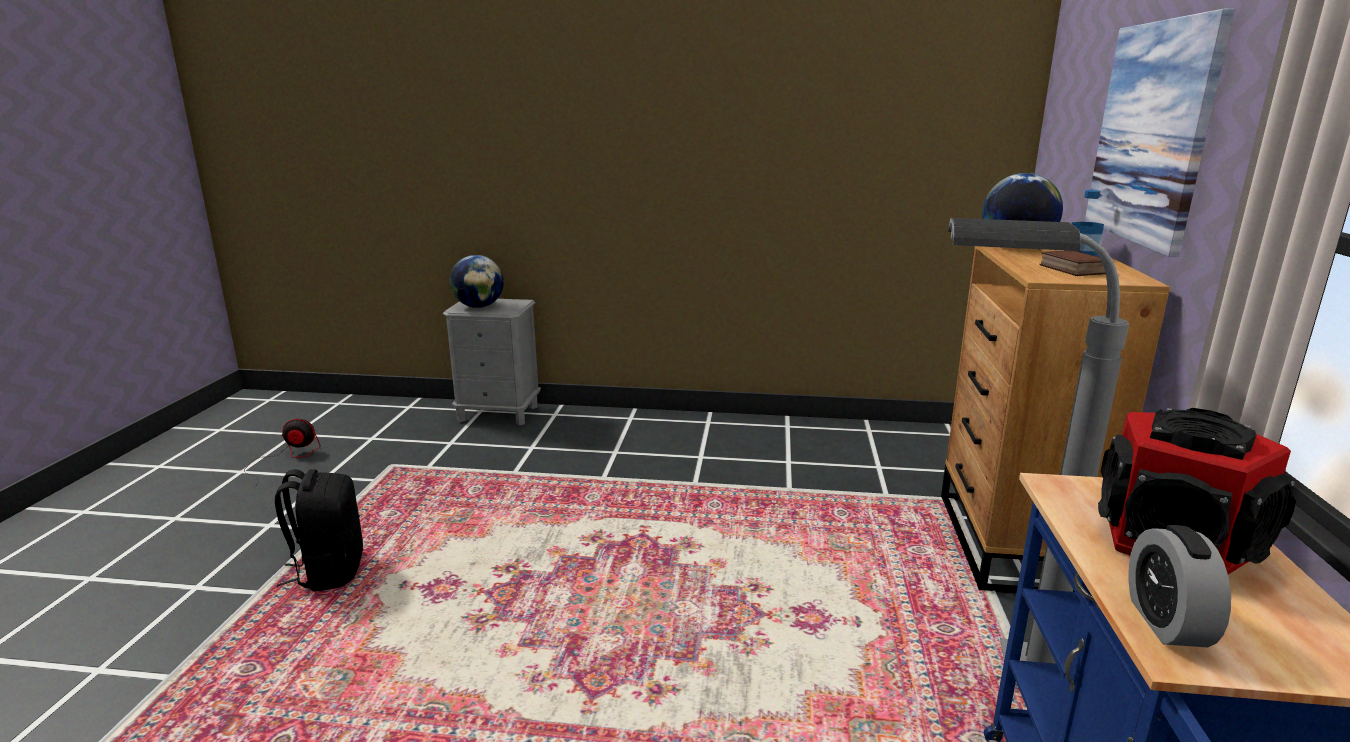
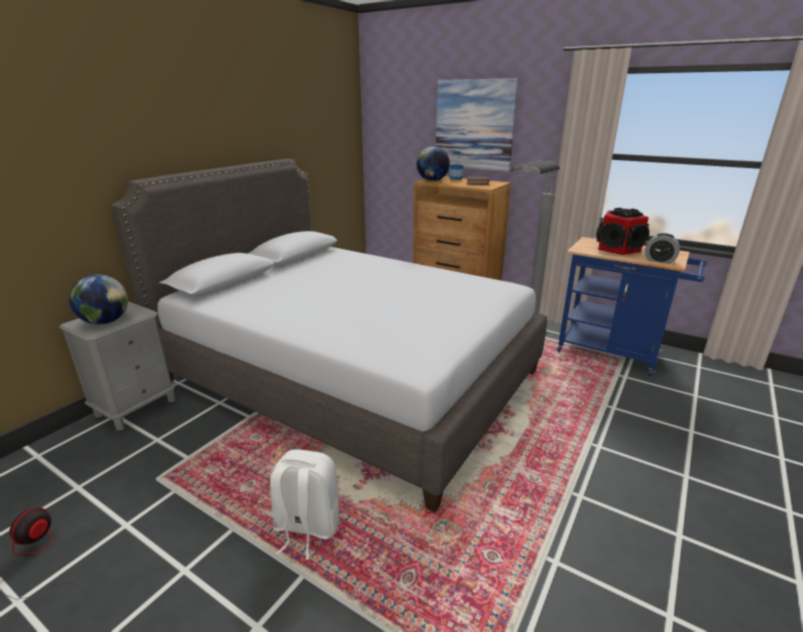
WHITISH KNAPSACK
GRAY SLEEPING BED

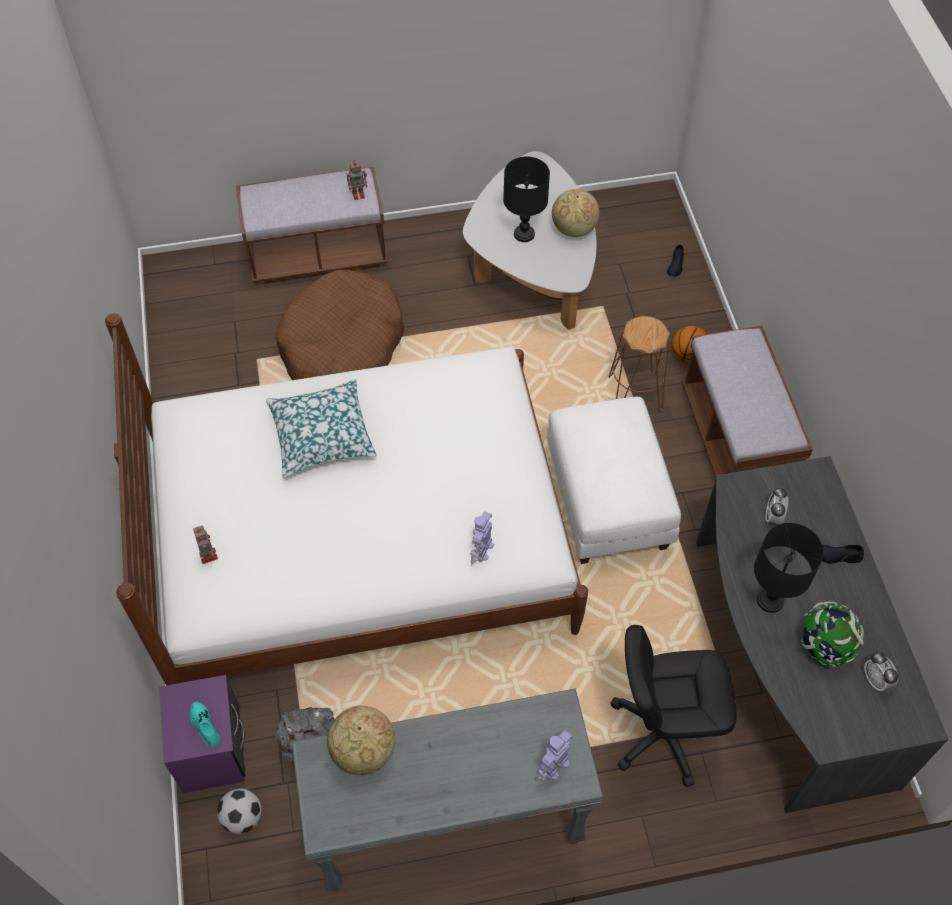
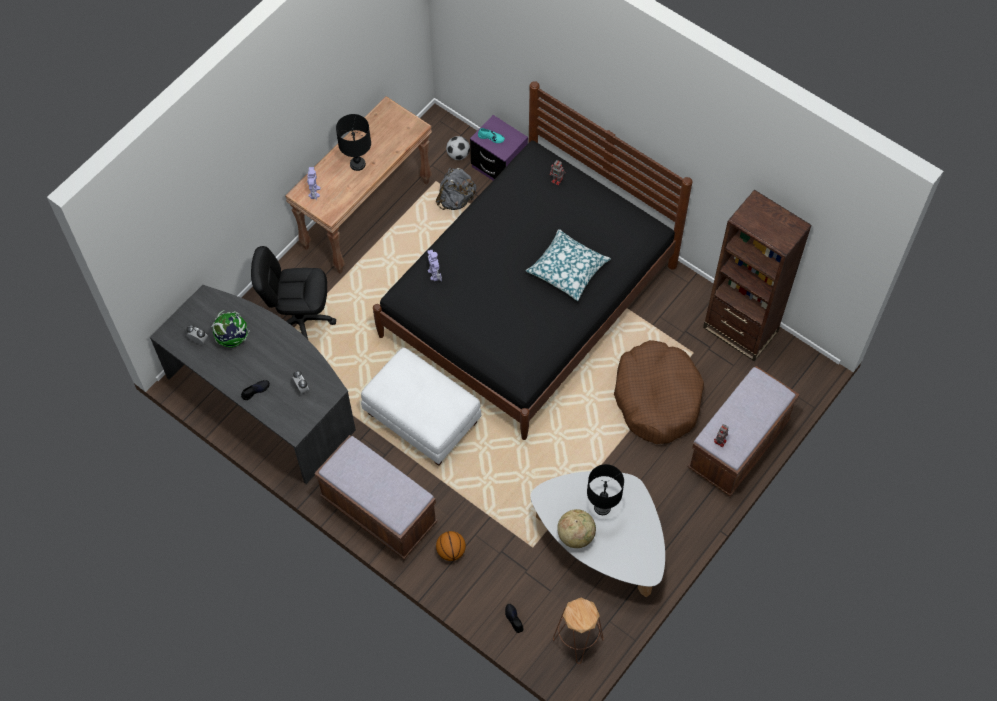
BLACK SLEEPING BED
BROWNISH NARROW TABLE
WORLD GLOBE (no. 1 from left in the first image)
BROWNISH STOOL SEAT
BLACK DESK CHAIR
BLACK TABLE LAMP (no. 1 from left)
BROWNISH BOOKSHELF

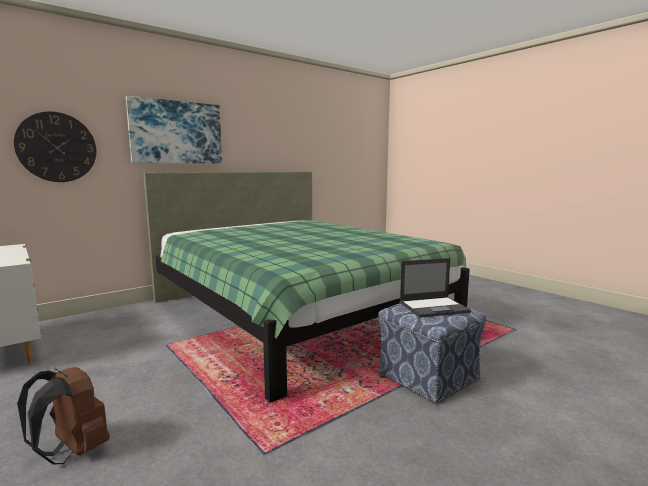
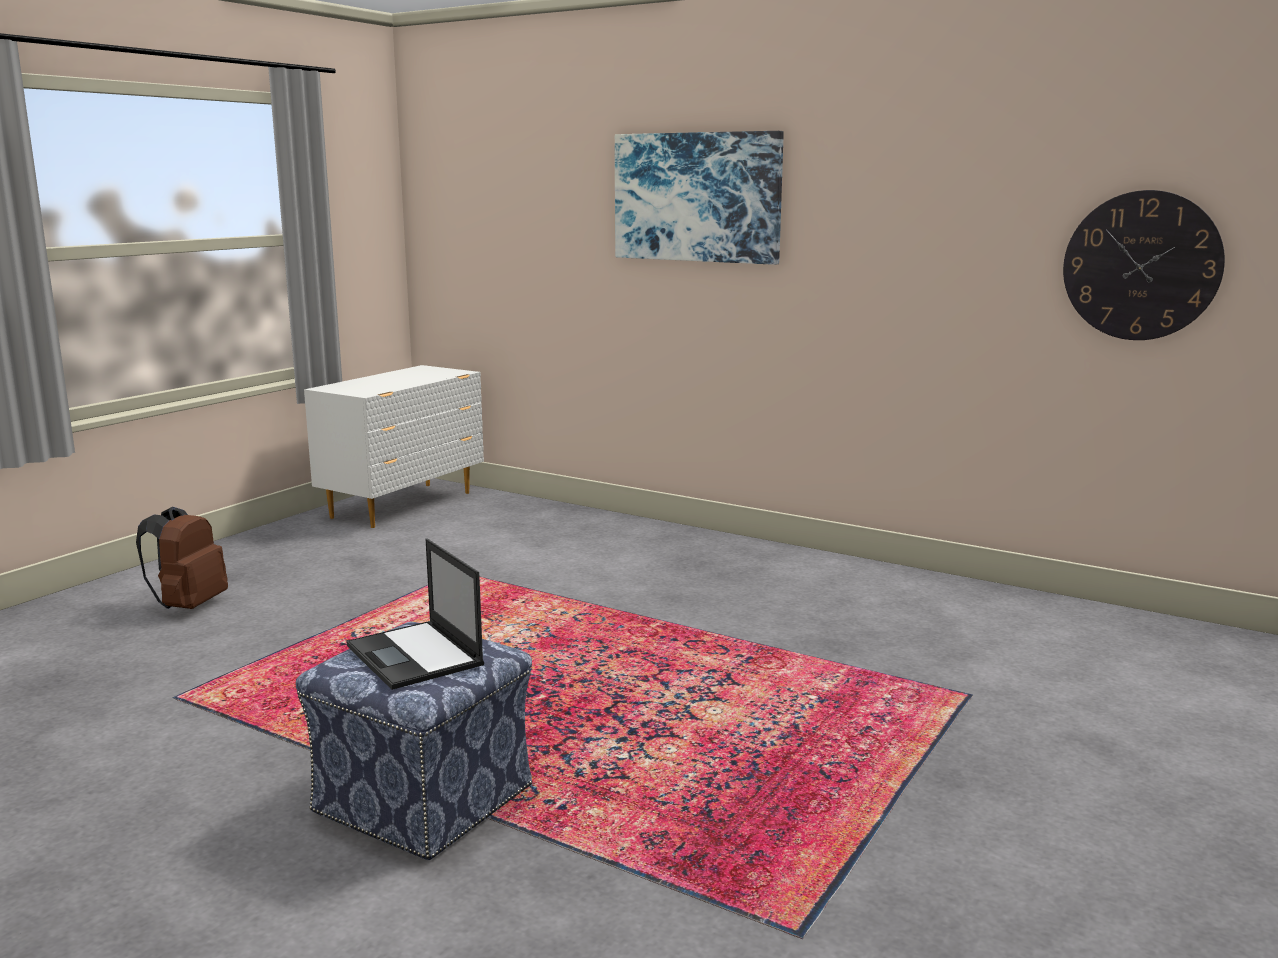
CLOCK ON THE WALL
GREEN SLEEPING BED

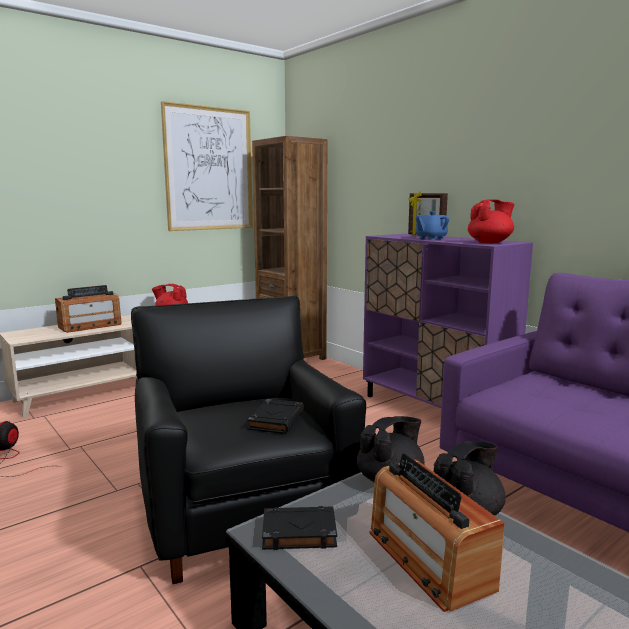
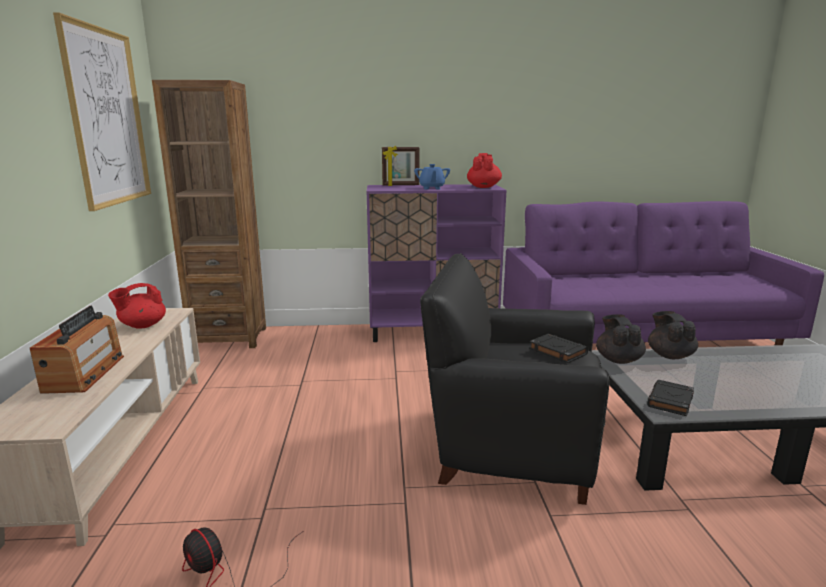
RADIO RECEIVER (no. 2 from left in the first image)

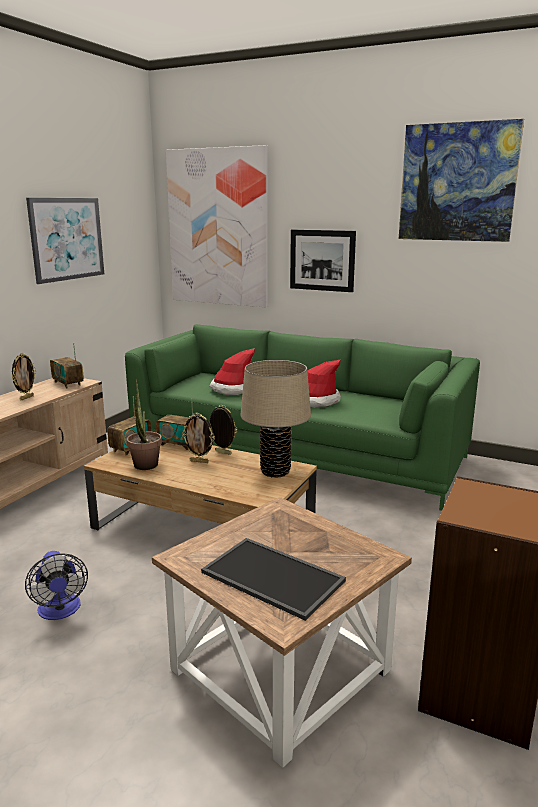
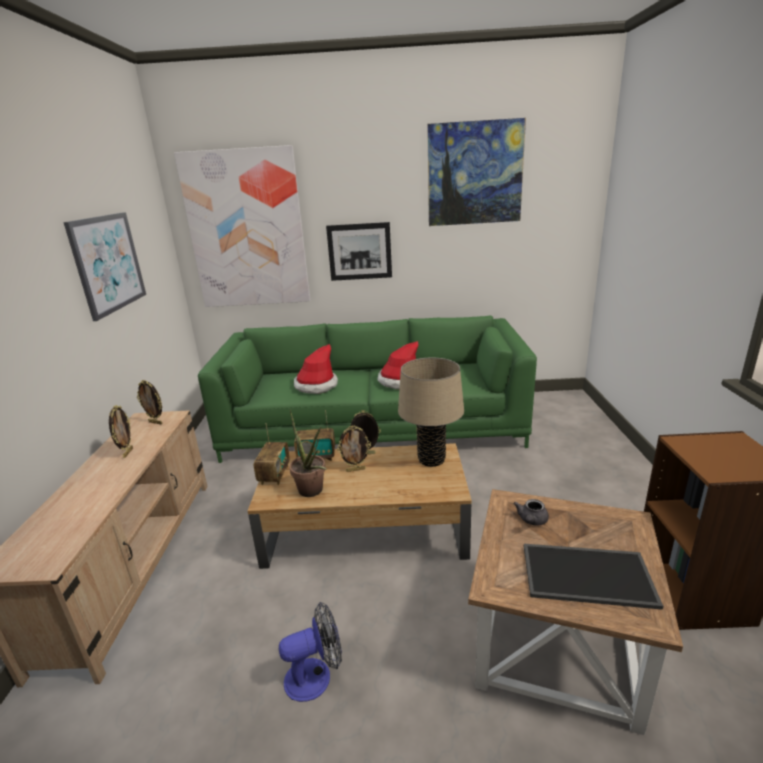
ELECTRIC FAN
STANDING FRAME (no. 2 from left)
GRAY TEA POT

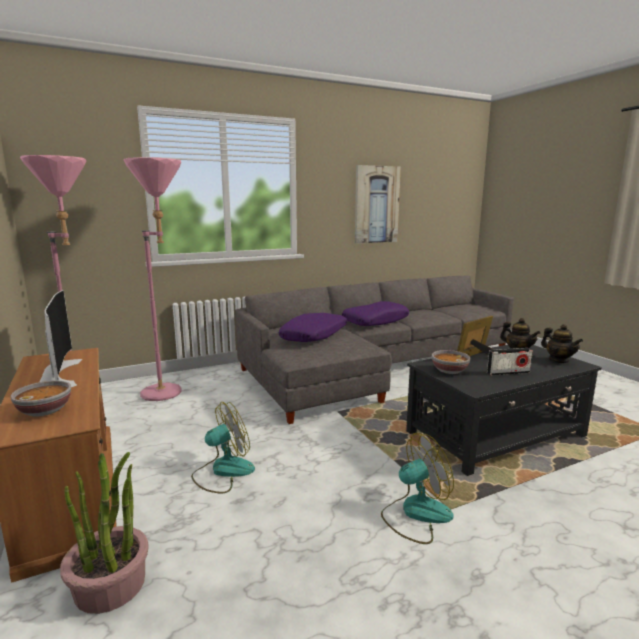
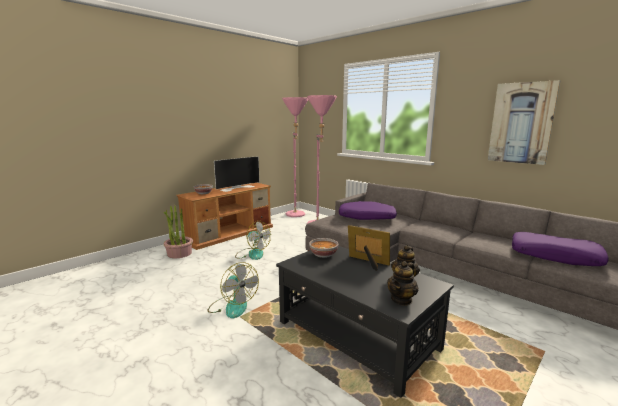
PURPLE-COLOURED PILLOW (no. 2 from left)
RADIO RECEIVER

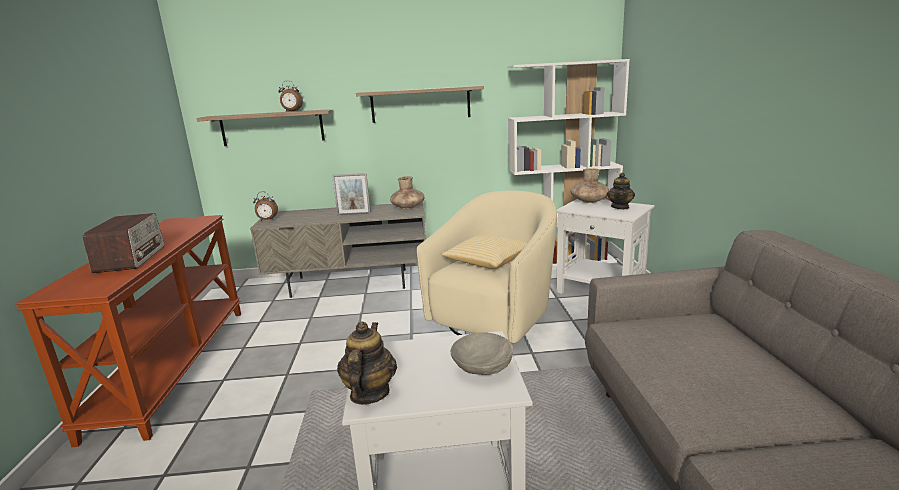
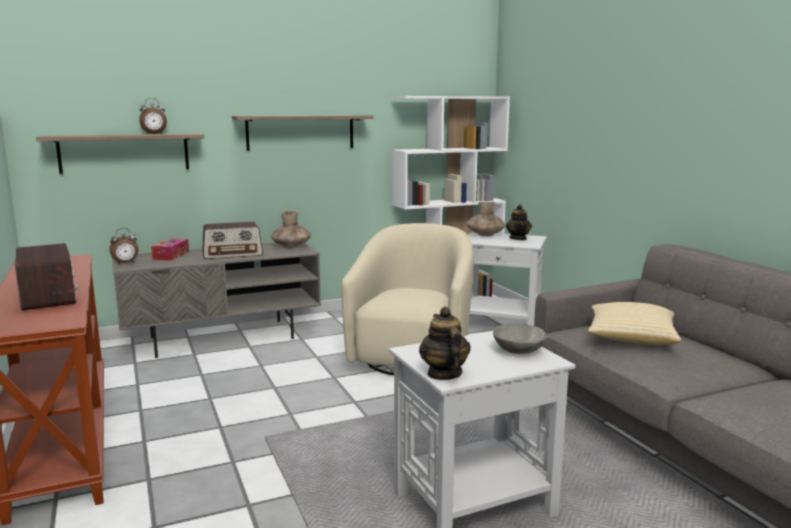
RADIO RECEIVER (no. 2 from left)
PILLOW
TISSUE BOX

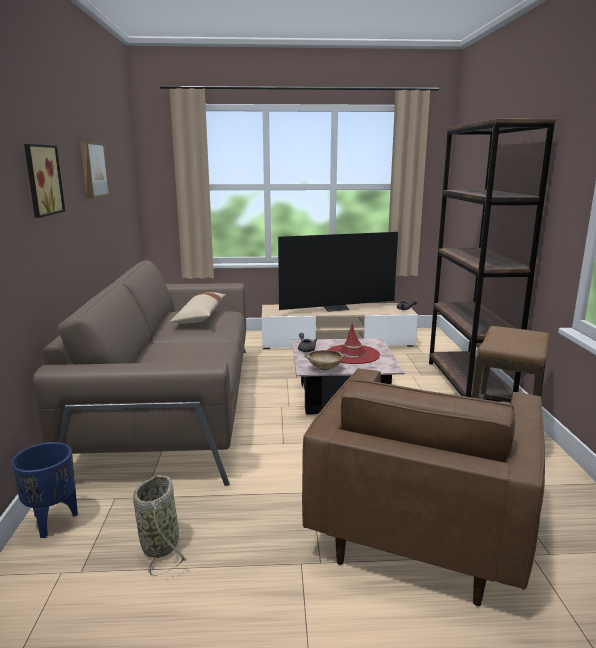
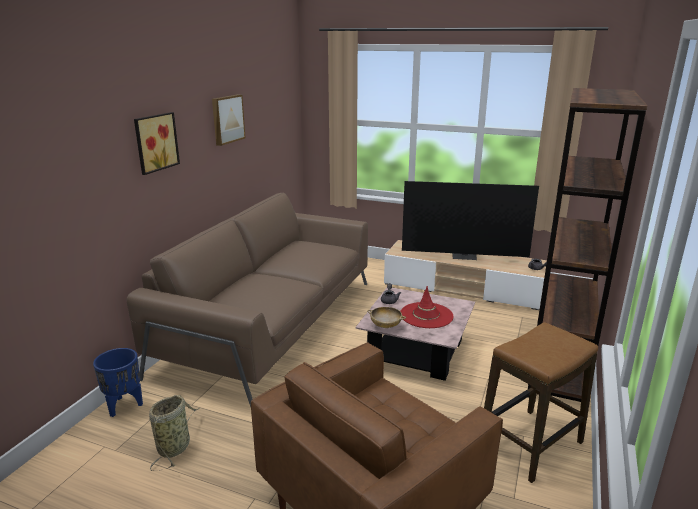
BEIGE PILLOW

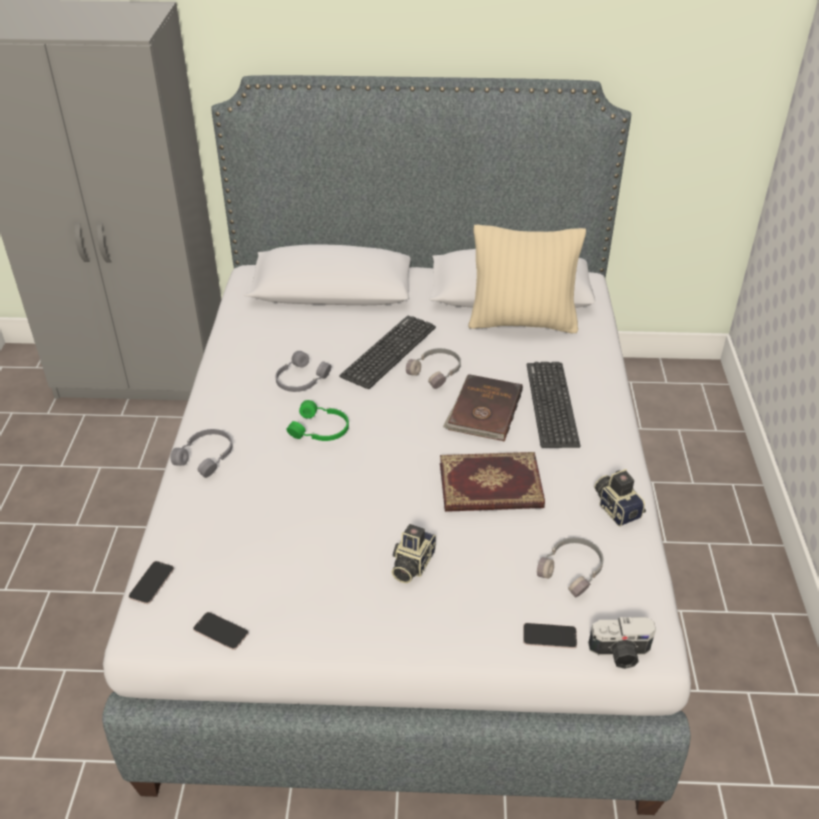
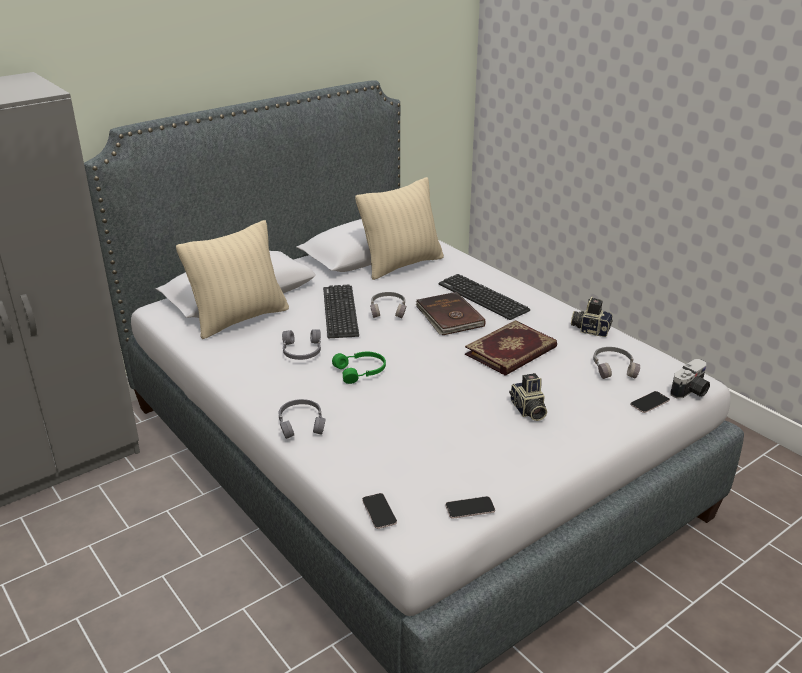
BEIGE PILLOW (no. 1 from left)

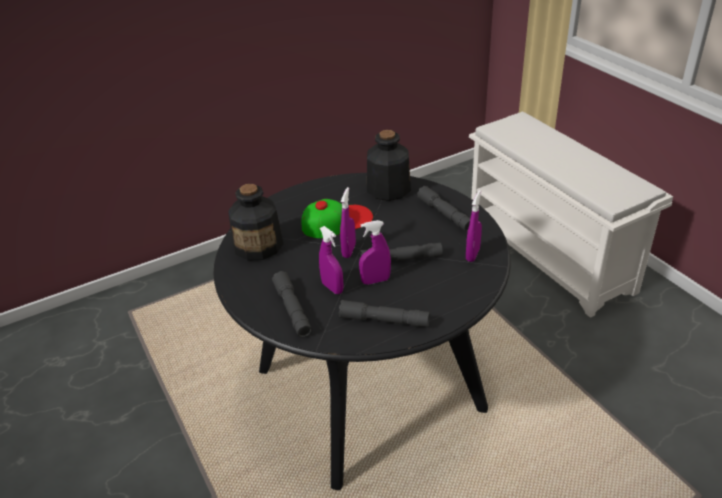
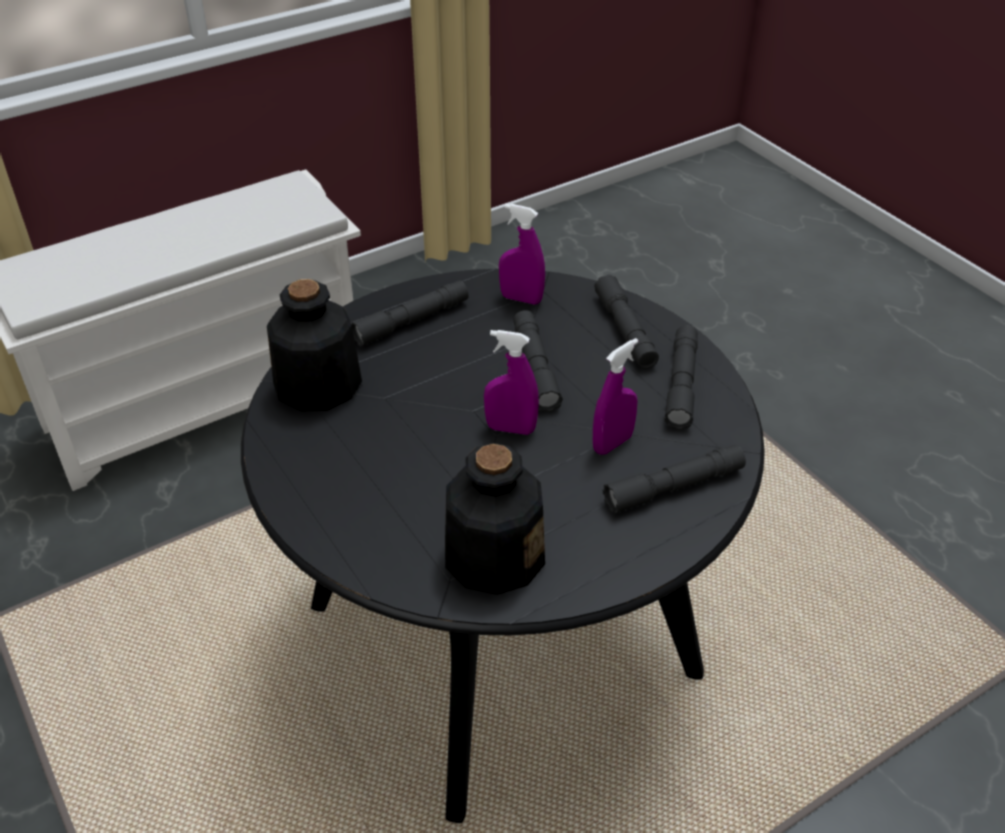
BASEBALL CAP
PURPLE-COLOURED SPRAY BOTTLE (no. 3 from left in the first image)
GRAY FLASHLIGHT (no. 3 from left)

